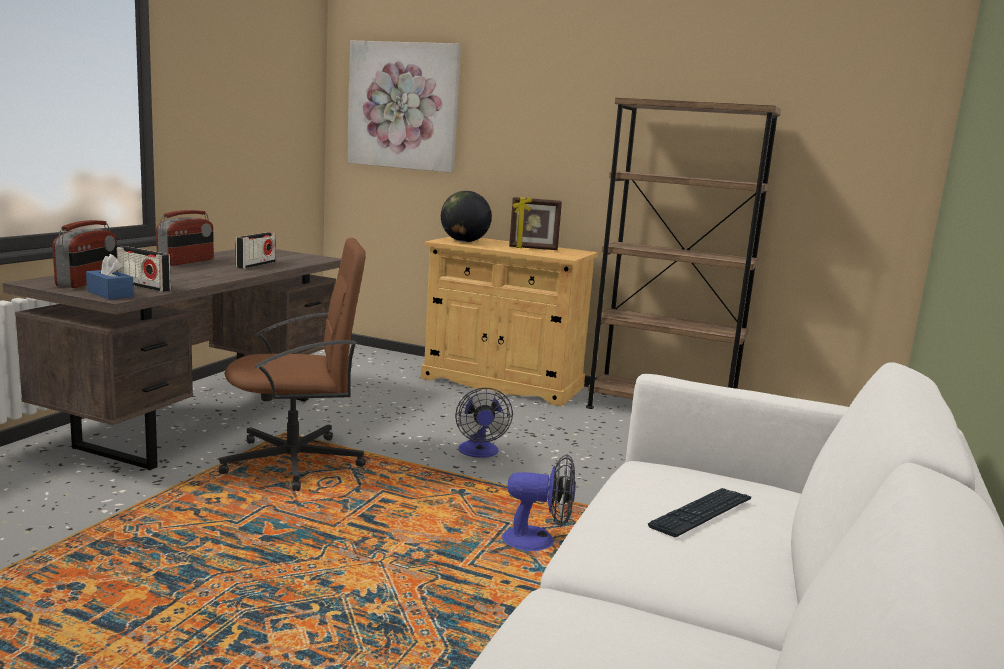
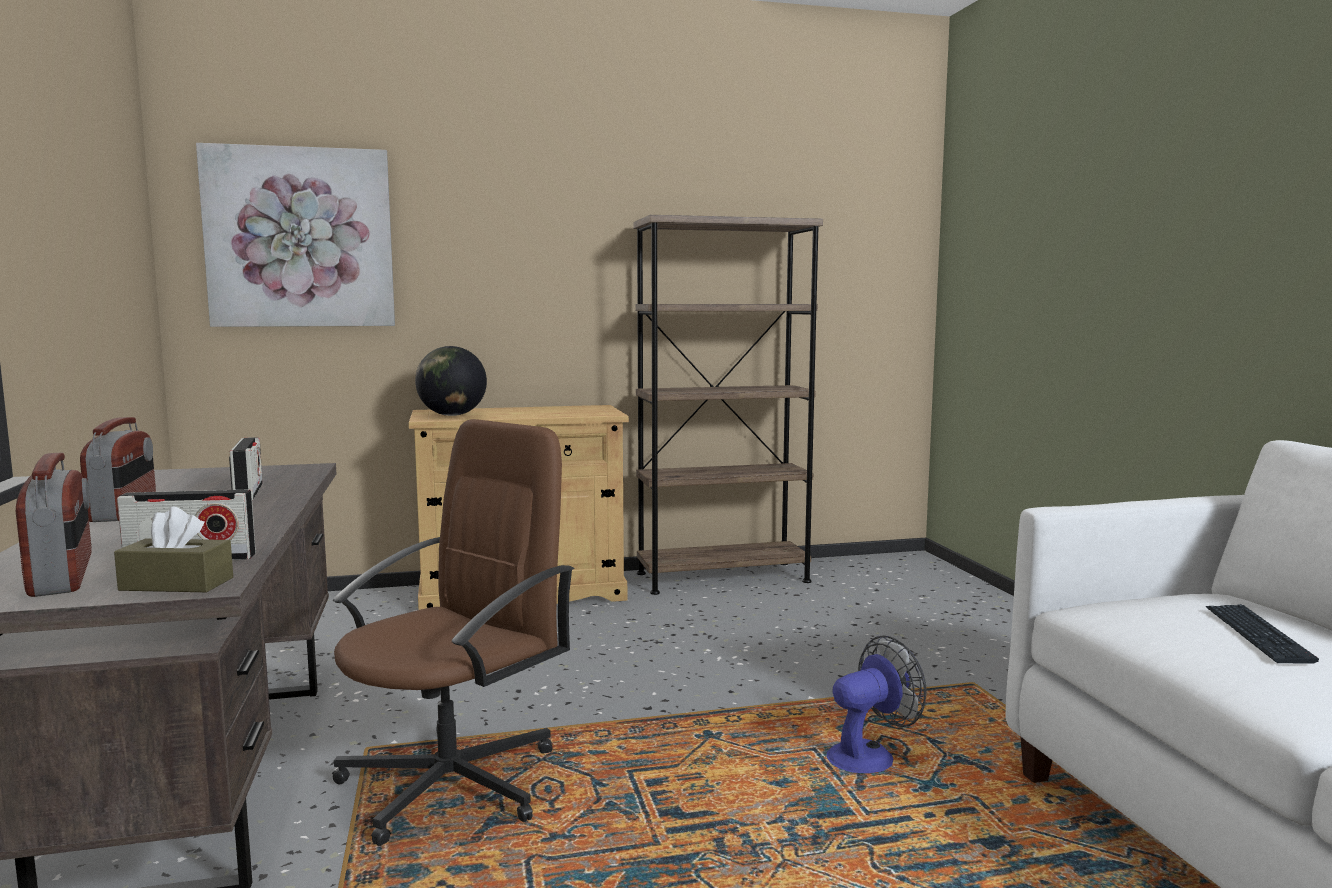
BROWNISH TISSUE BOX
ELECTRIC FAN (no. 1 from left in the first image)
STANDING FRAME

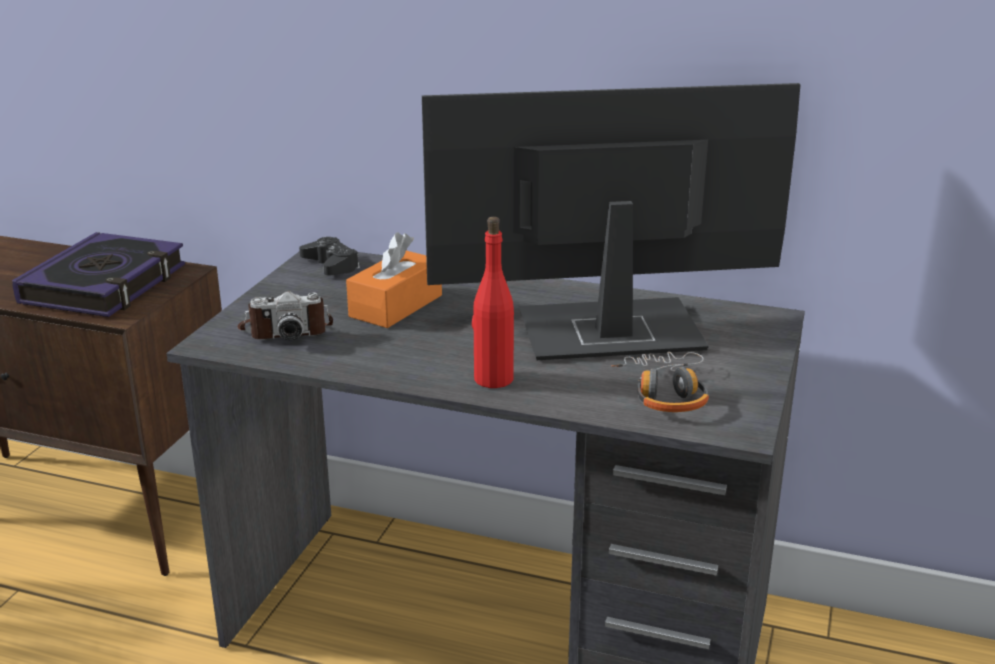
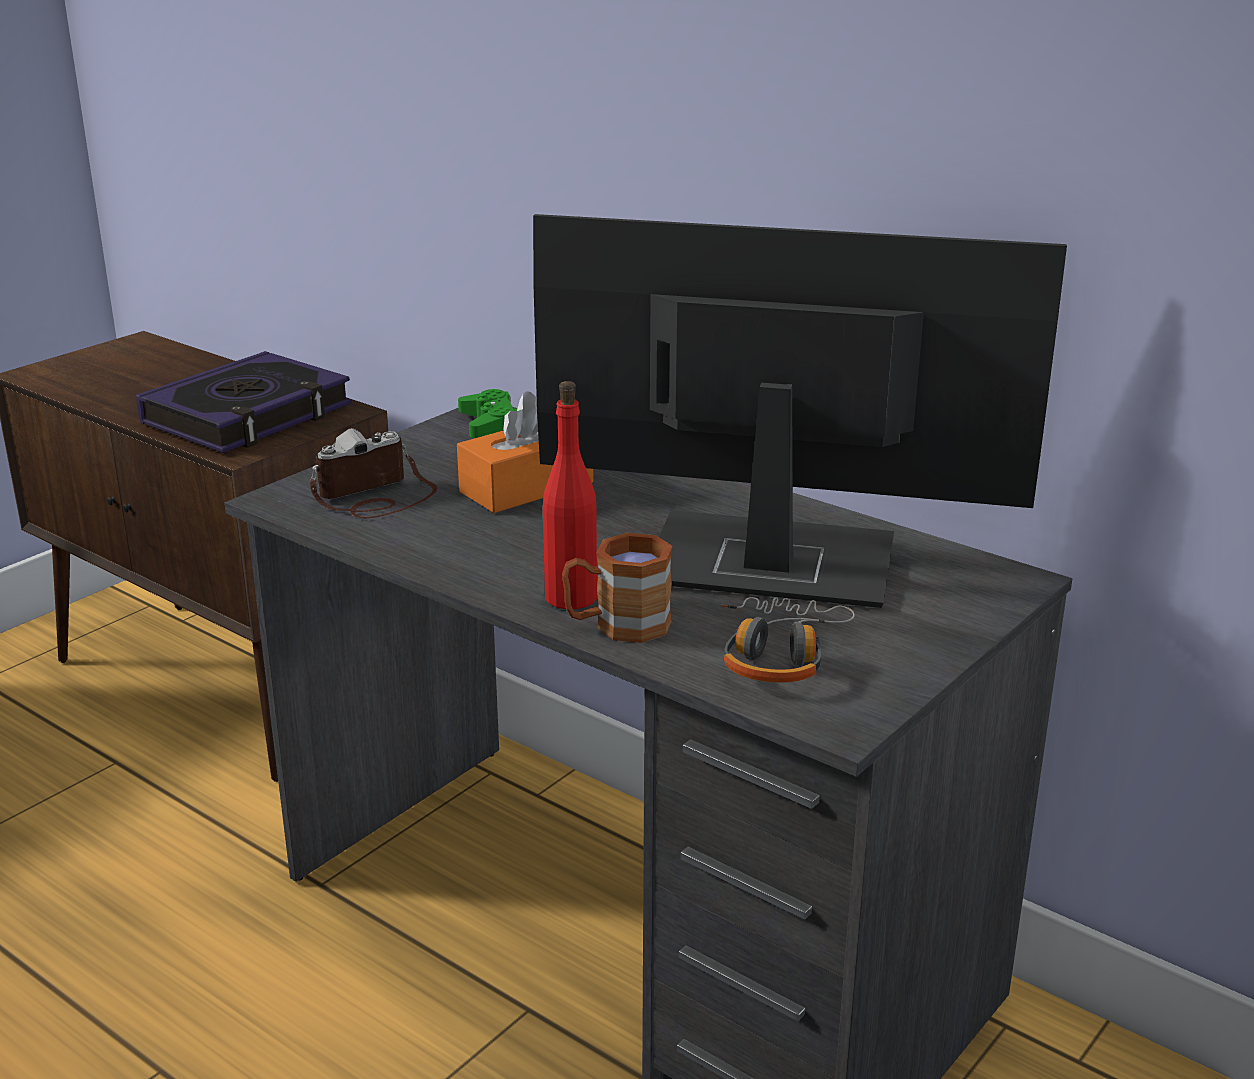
STILL CAMERA
GREEN JOYPAD
BROWNISH MUG

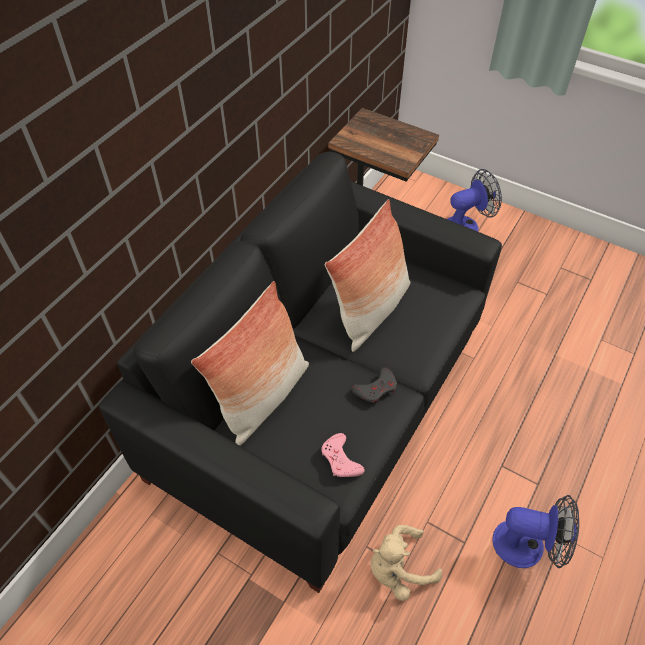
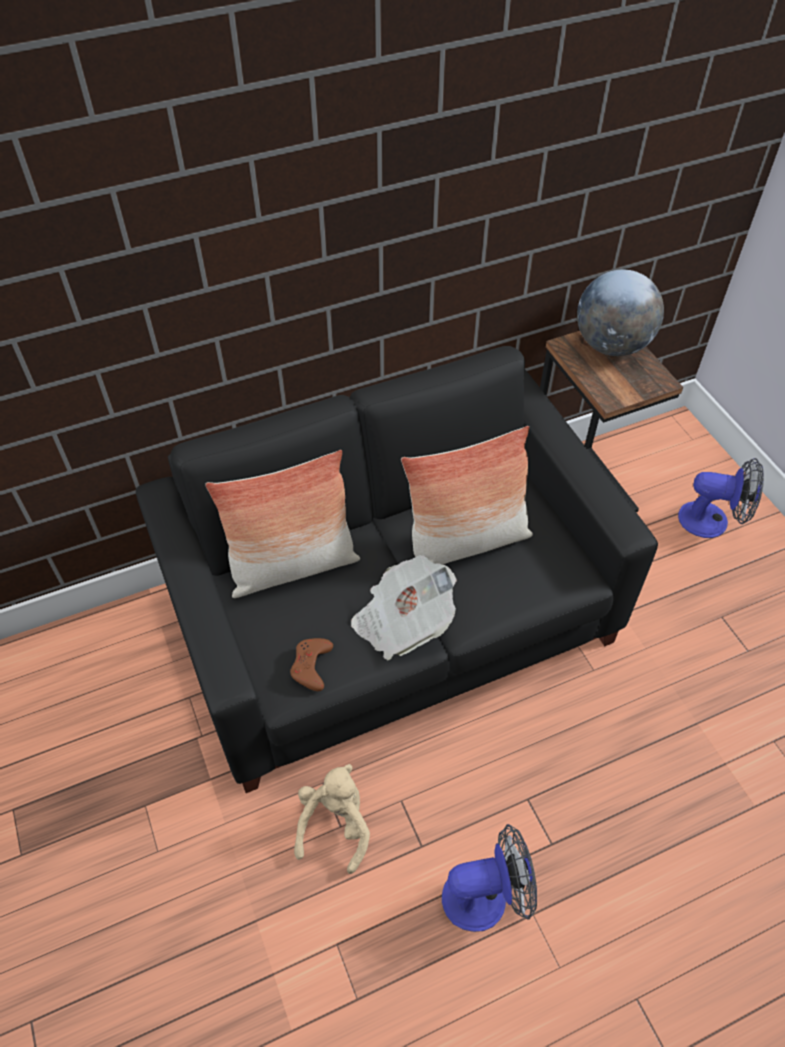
BROWNISH JOYPAD
PRINTED PAPER
BEIGE CUDDLY TOY
ELECTRIC FAN (no. 1 from left)
WORLD GLOBE

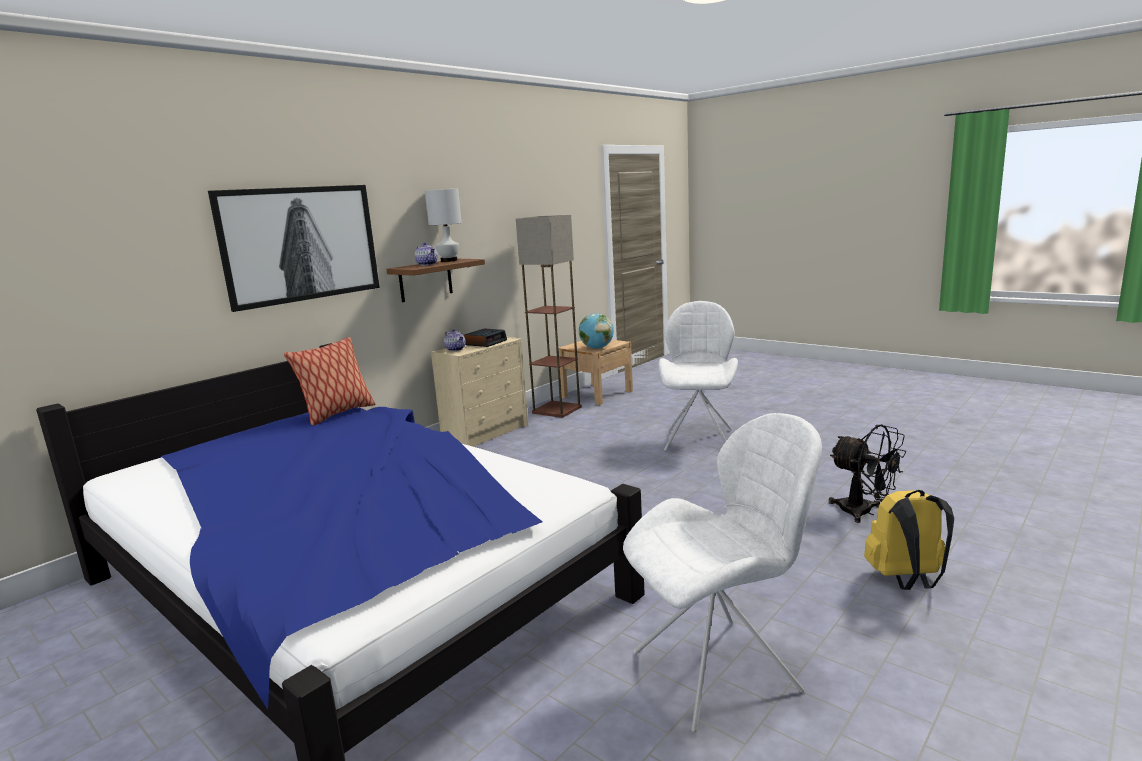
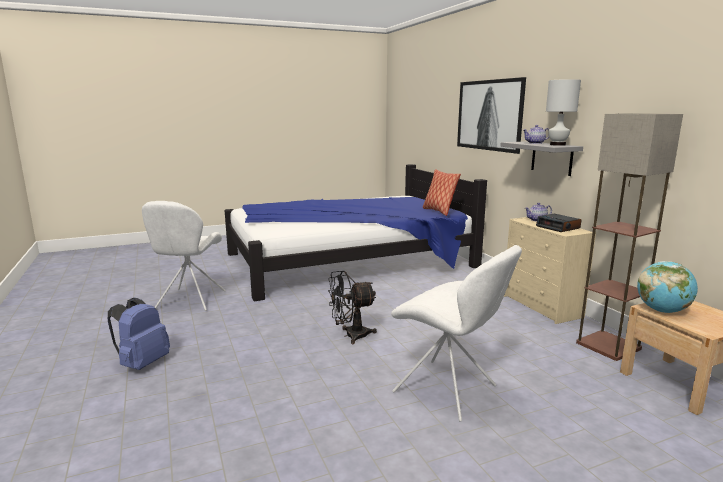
GRAY SHELF
BLACK ELECTRIC FAN
BLUE-COLOURED KNAPSACK

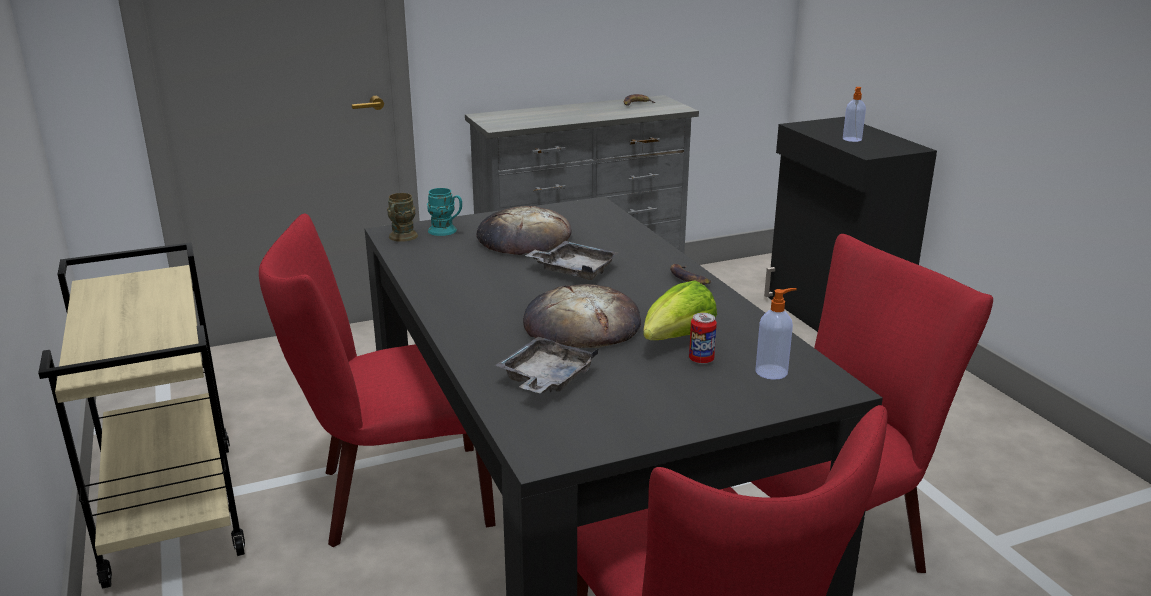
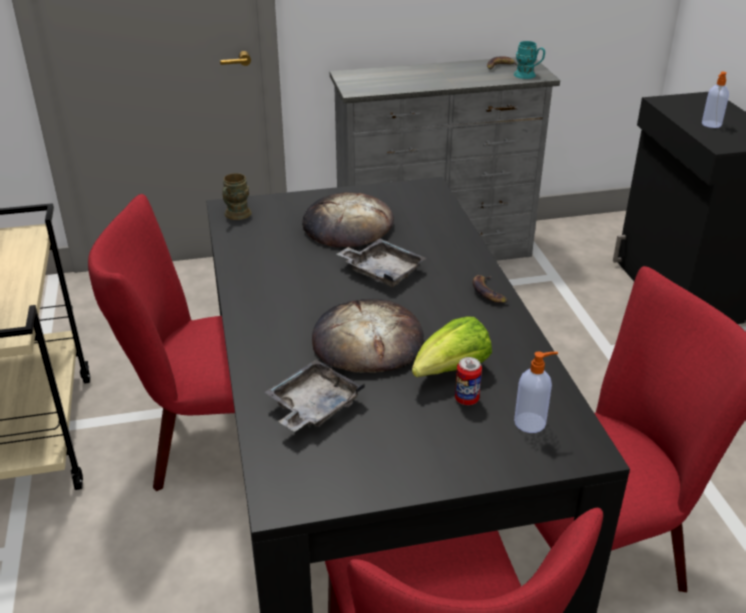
TURQUOISE-COLOURED MUG

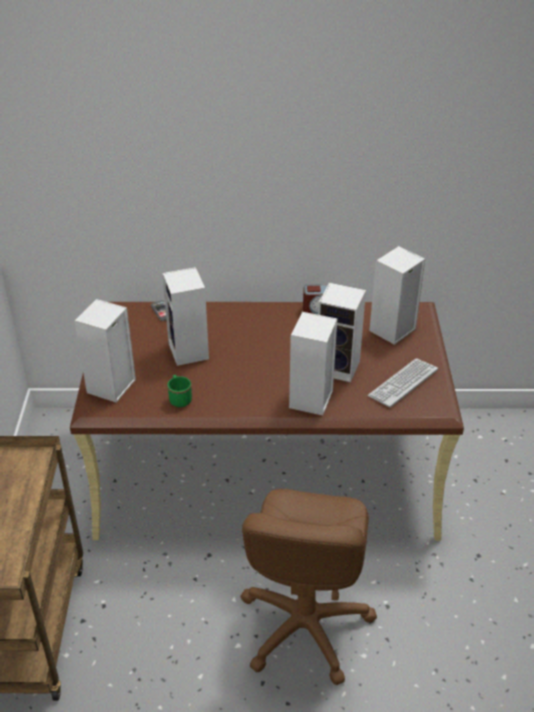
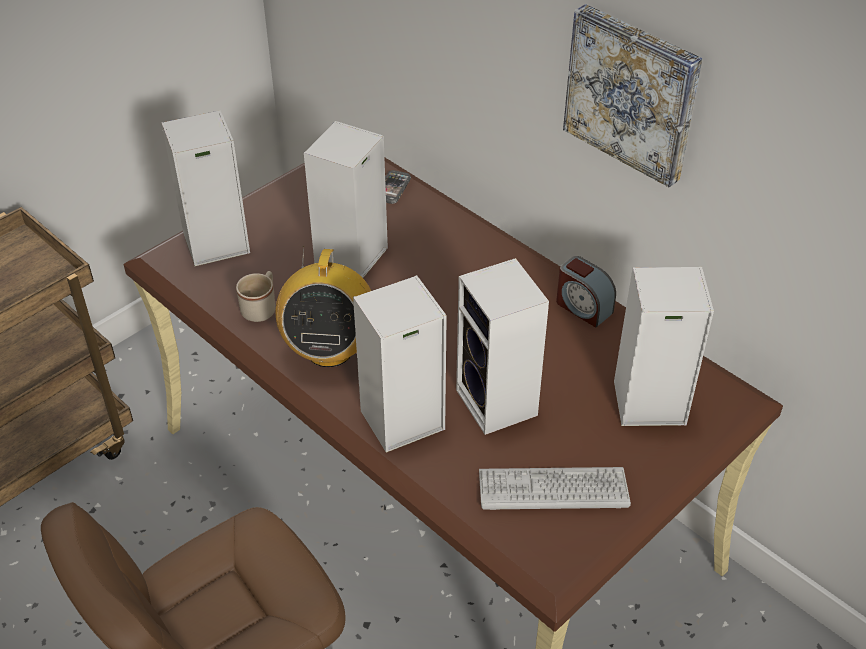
BEIGE MUG
RADIO RECEIVER
WALL ART

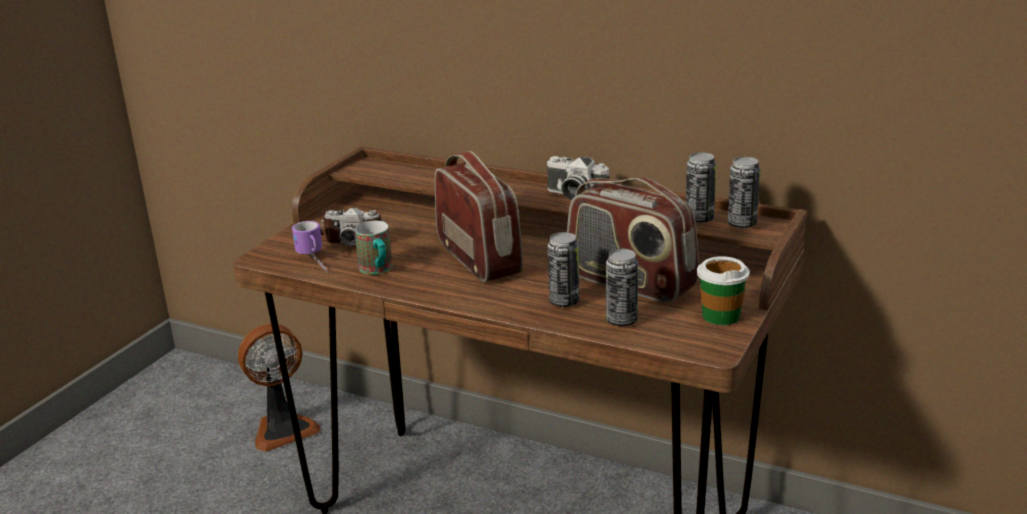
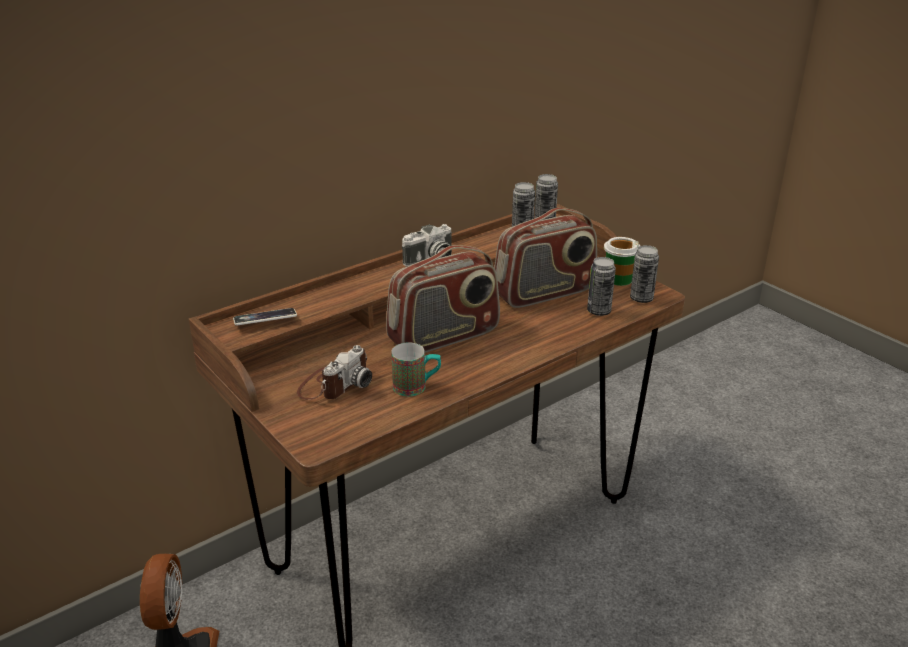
MUG (no. 1 from left in the first image)
RADIO RECEIVER (no. 1 from left)
CAN (no. 4 from left)
TELEPHONE

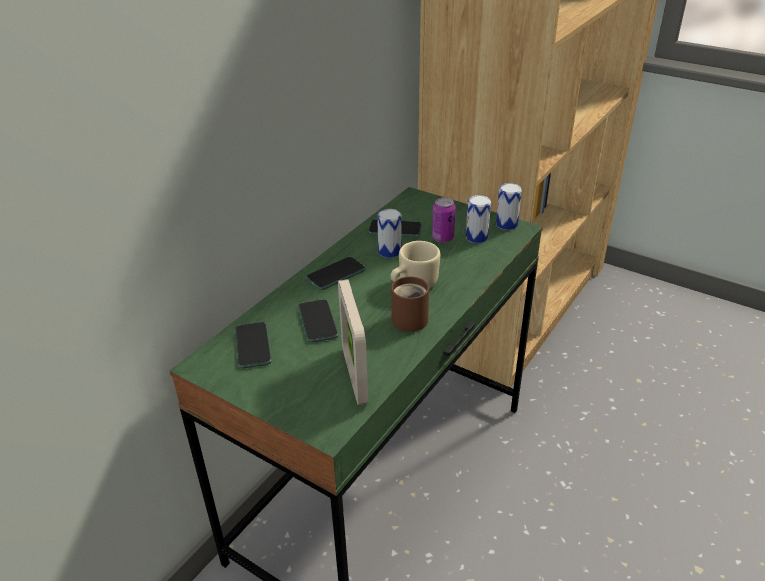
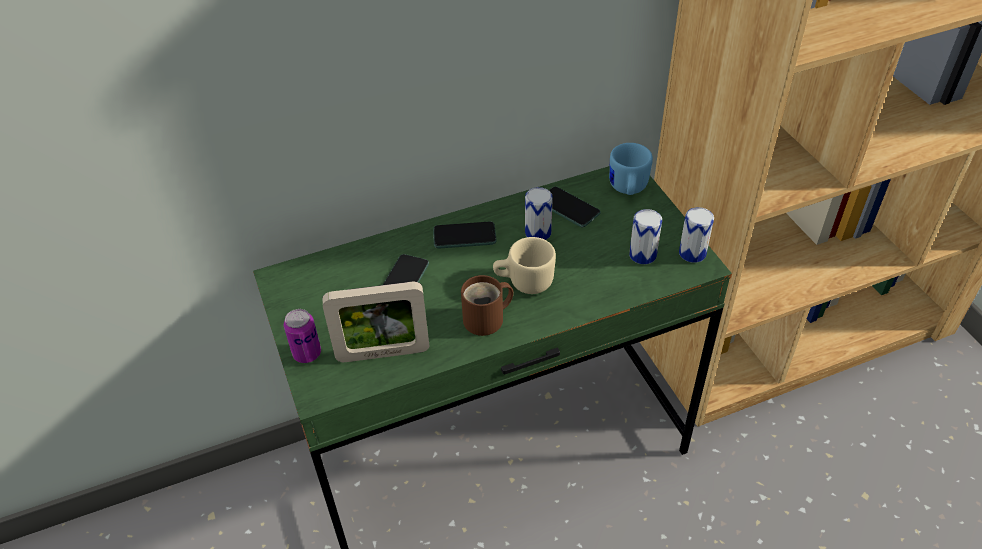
TELEPHONE (no. 1 from left in the first image)
STANDING FRAME
CAN (no. 1 from left)
BLUE-COLOURED MUG

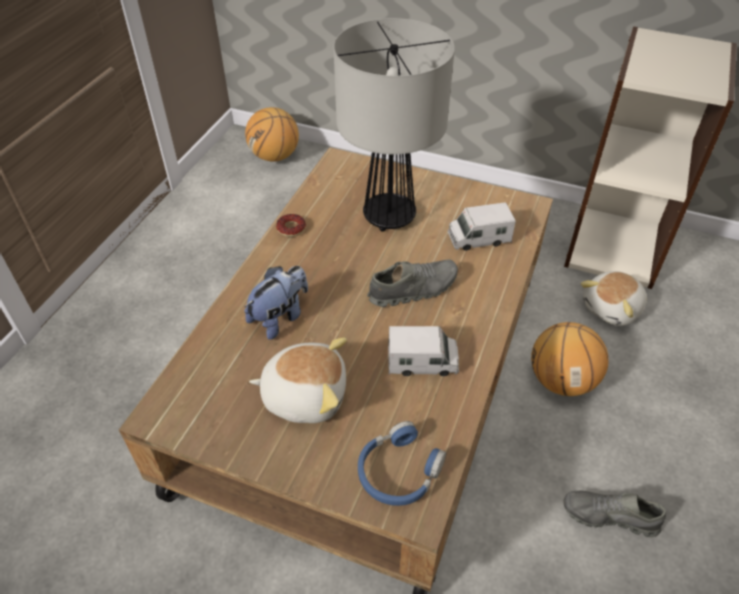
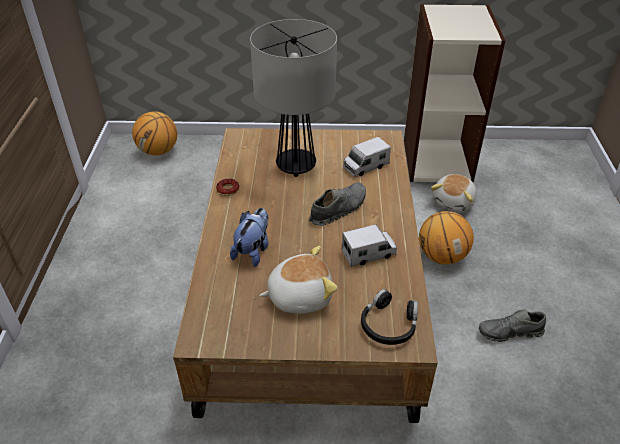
BLACK HEADSET

